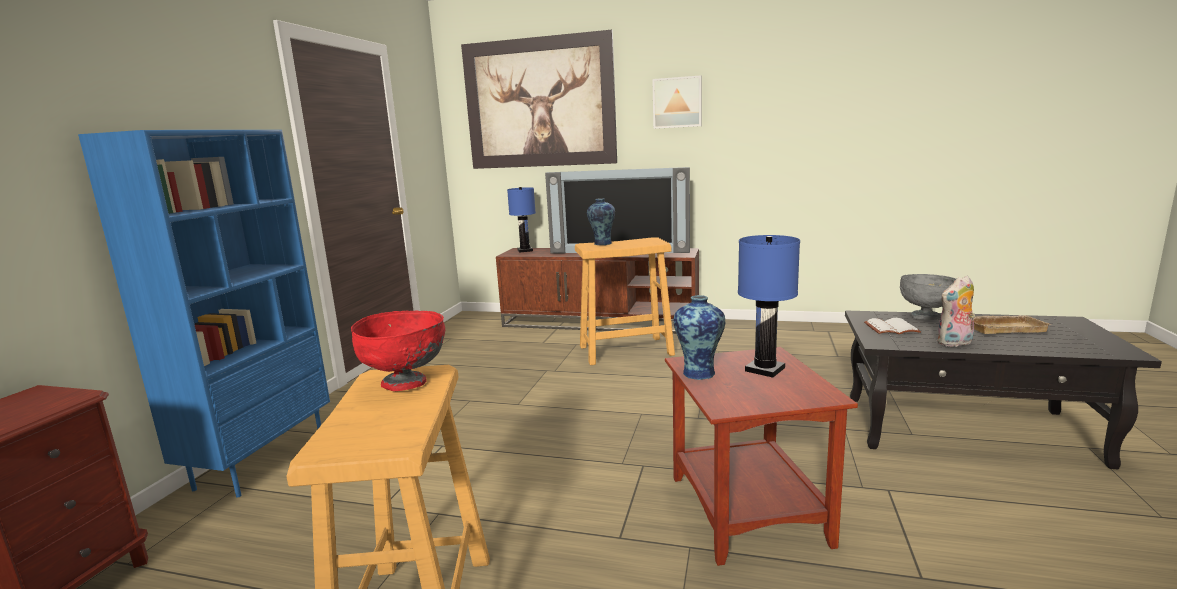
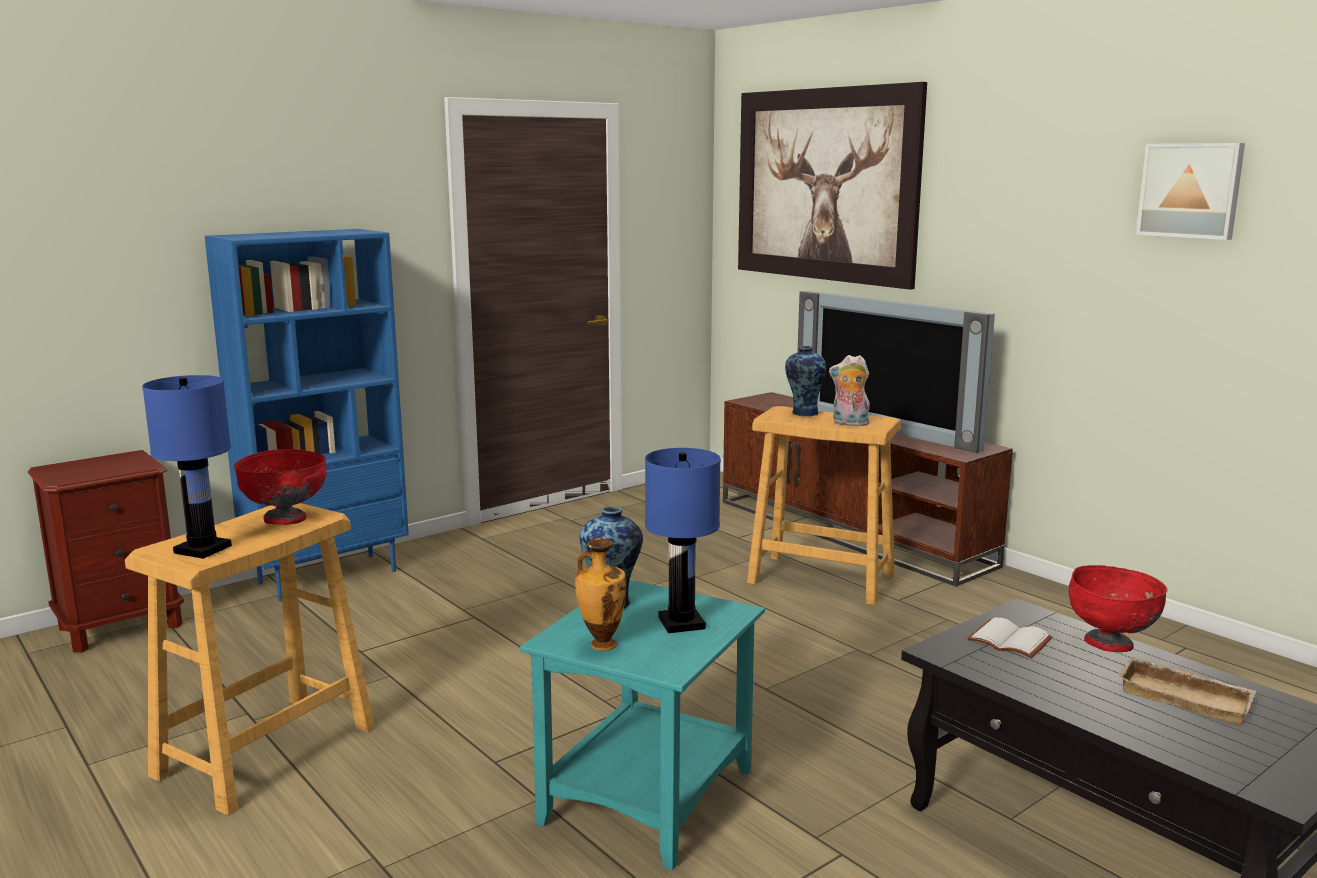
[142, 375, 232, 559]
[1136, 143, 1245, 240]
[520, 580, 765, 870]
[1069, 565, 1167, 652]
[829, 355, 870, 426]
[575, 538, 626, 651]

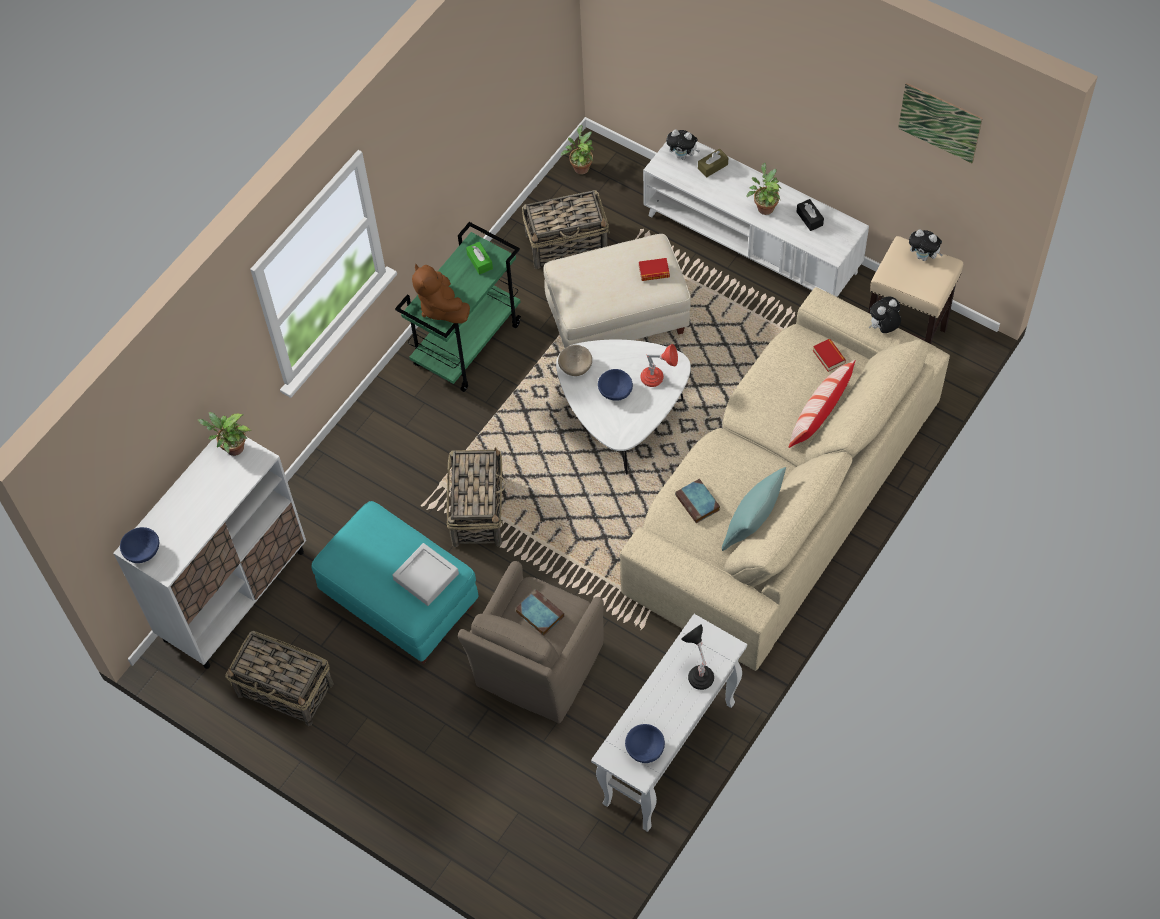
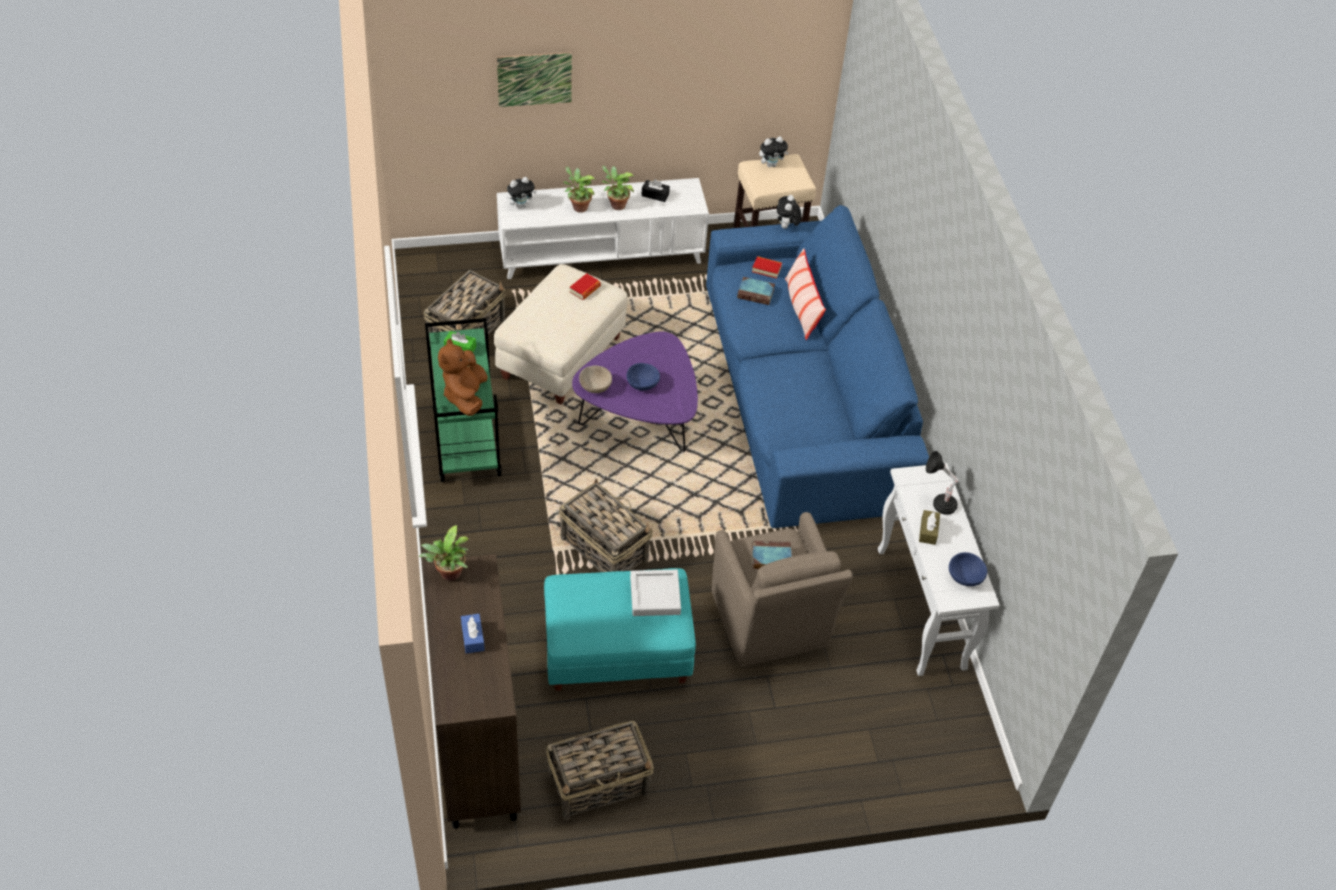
[422, 554, 521, 829]
[120, 527, 159, 563] (first image)
[438, 338, 488, 416]
[572, 331, 698, 452]
[563, 167, 596, 213]
[706, 205, 929, 528]
[641, 344, 678, 387] (first image)
[737, 277, 775, 305]
[919, 510, 940, 545]
[722, 467, 786, 551] (first image)
[497, 52, 572, 107]
[461, 614, 485, 654]

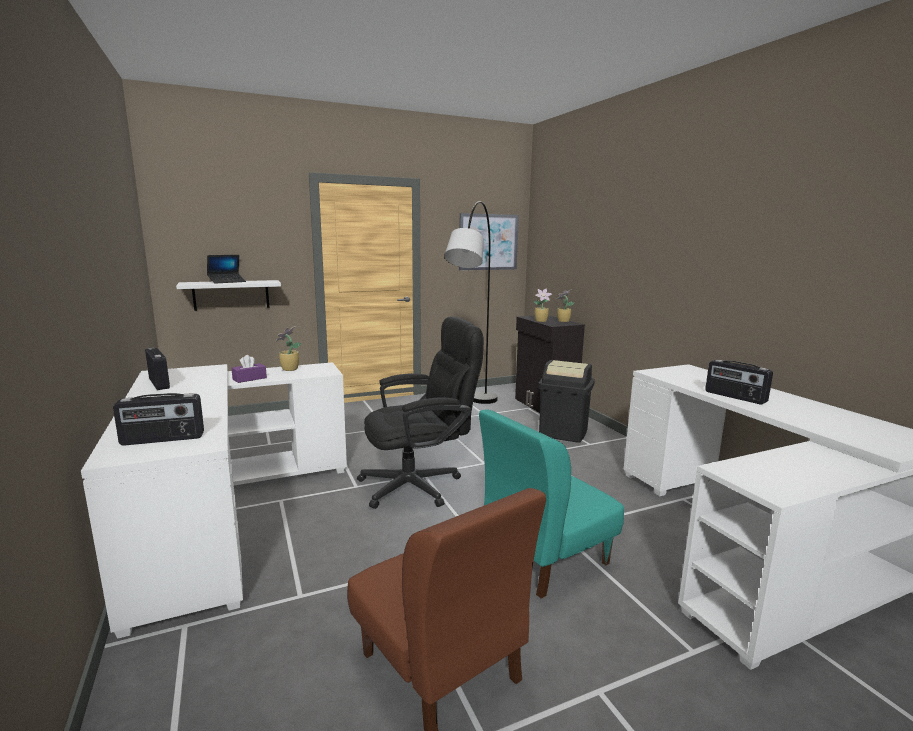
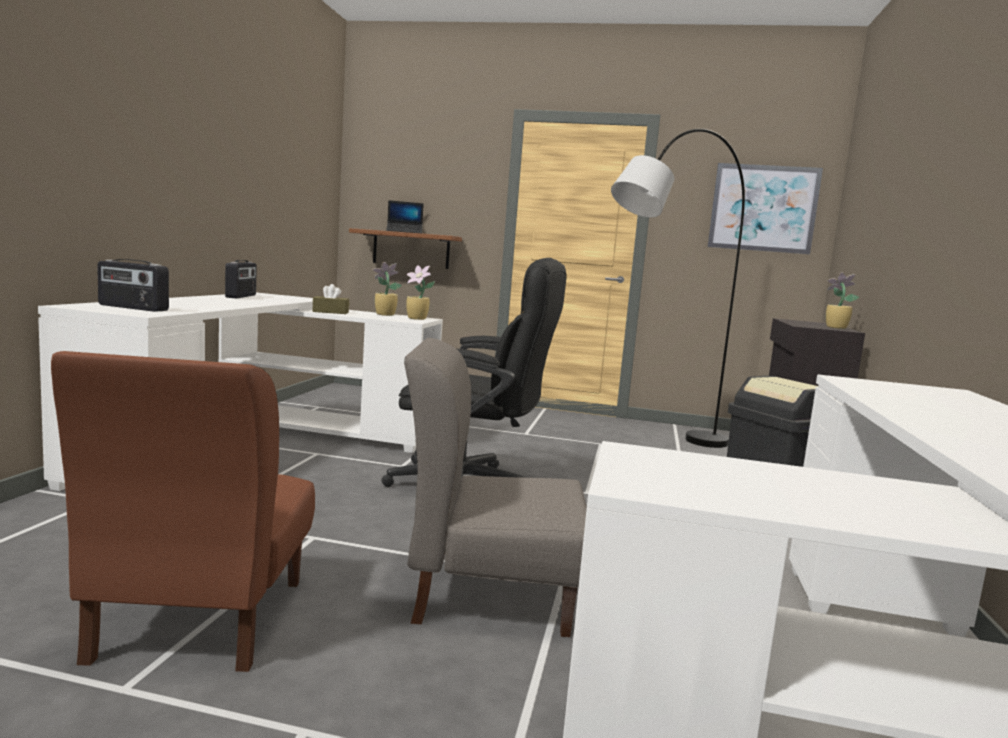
[349, 228, 462, 269]
[313, 284, 349, 314]
[404, 338, 587, 637]
[406, 265, 435, 320]
[705, 360, 773, 404] (first image)

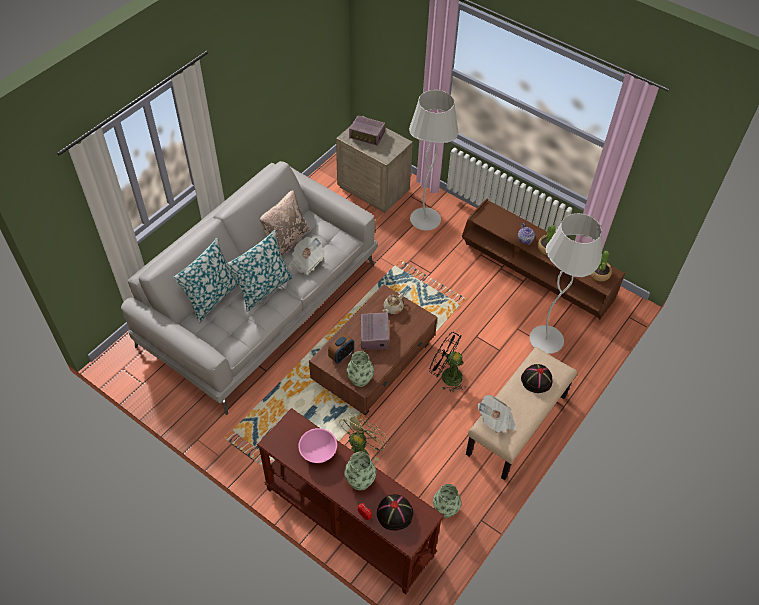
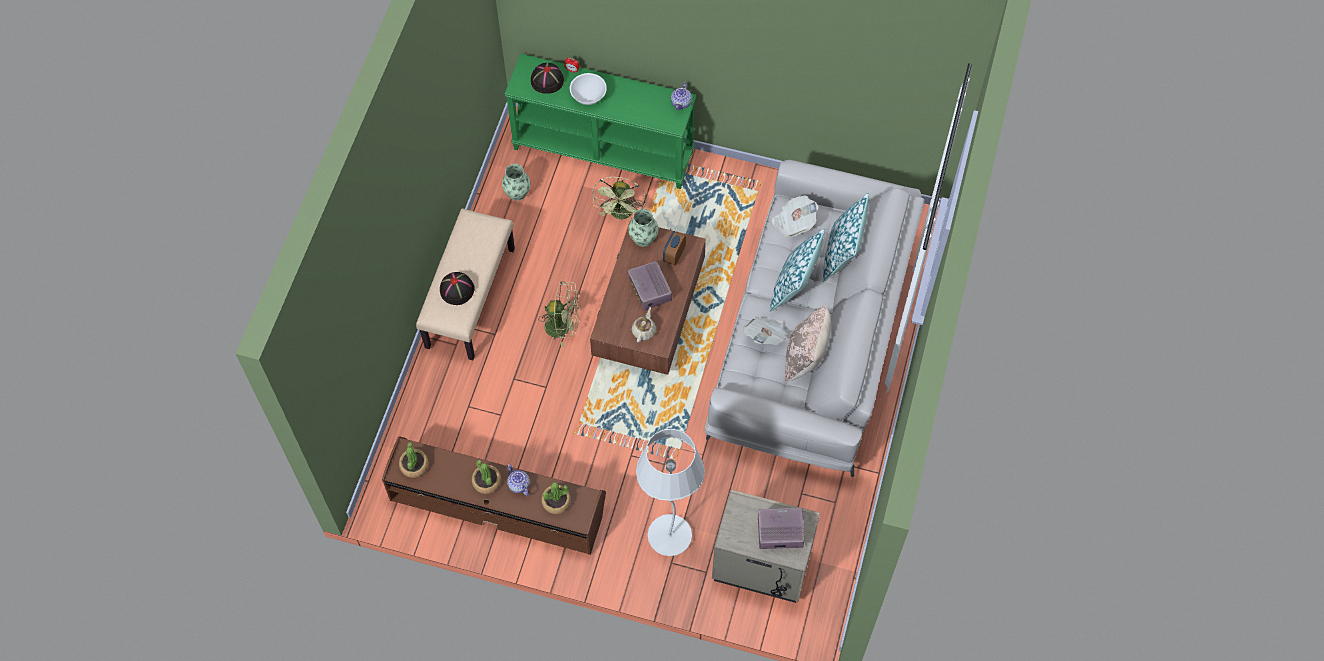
[505, 54, 696, 189]
[298, 428, 337, 463] (first image)
[570, 73, 607, 105]
[538, 281, 581, 347]
[772, 195, 819, 238]
[529, 213, 602, 354] (first image)
[541, 482, 571, 514]
[671, 82, 692, 110]

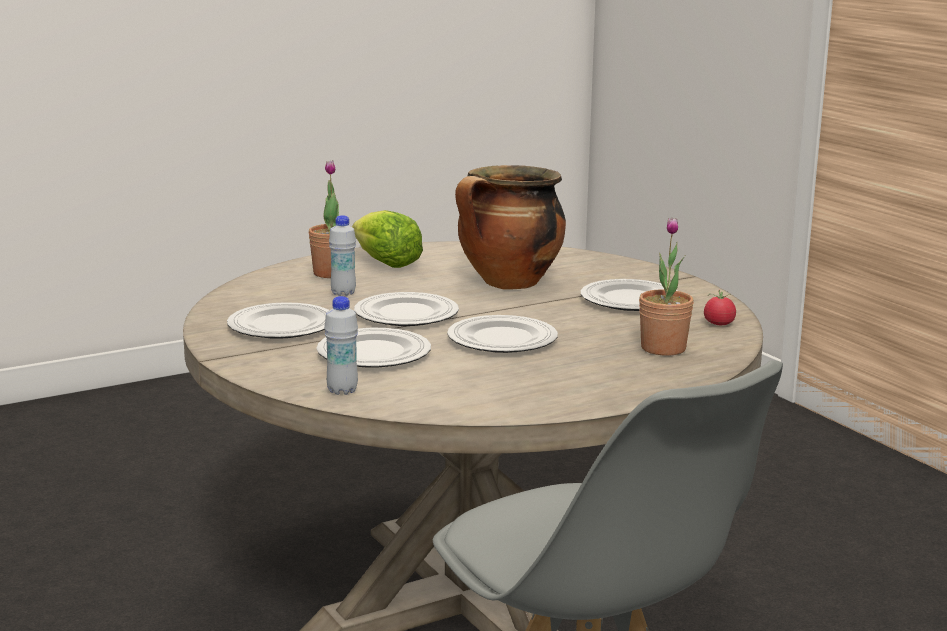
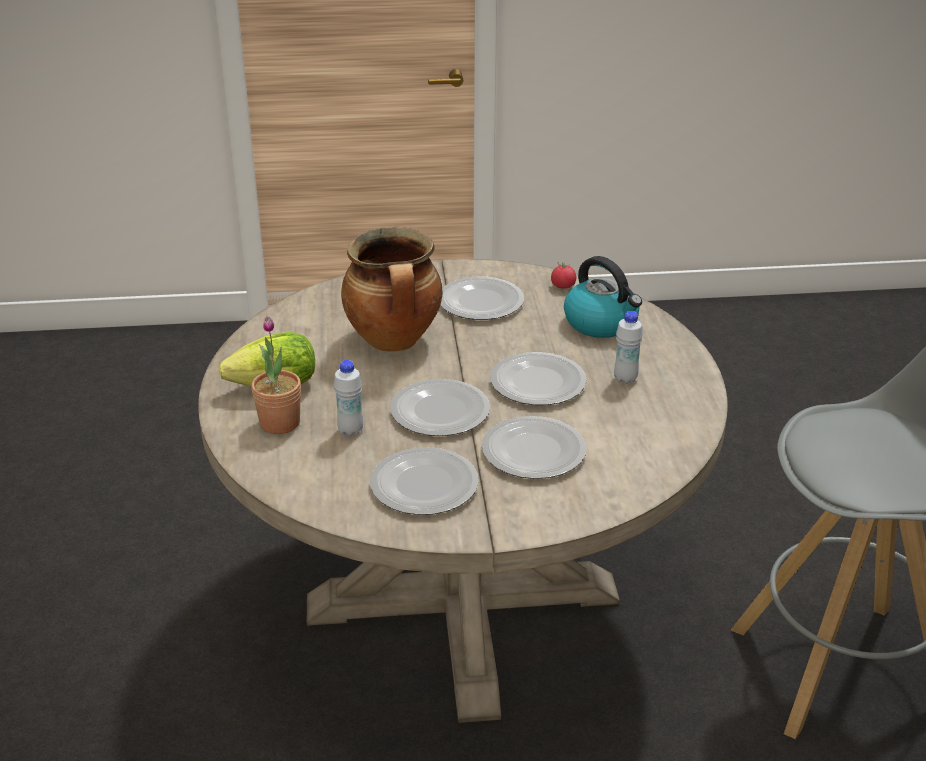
[614, 311, 643, 384]
[564, 256, 642, 338]

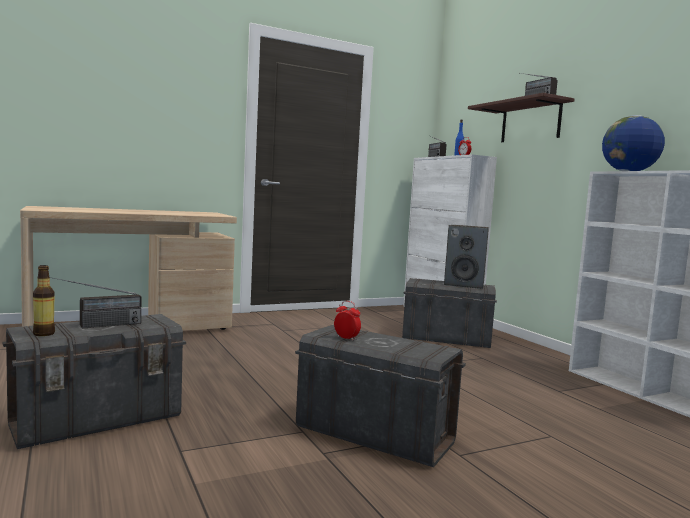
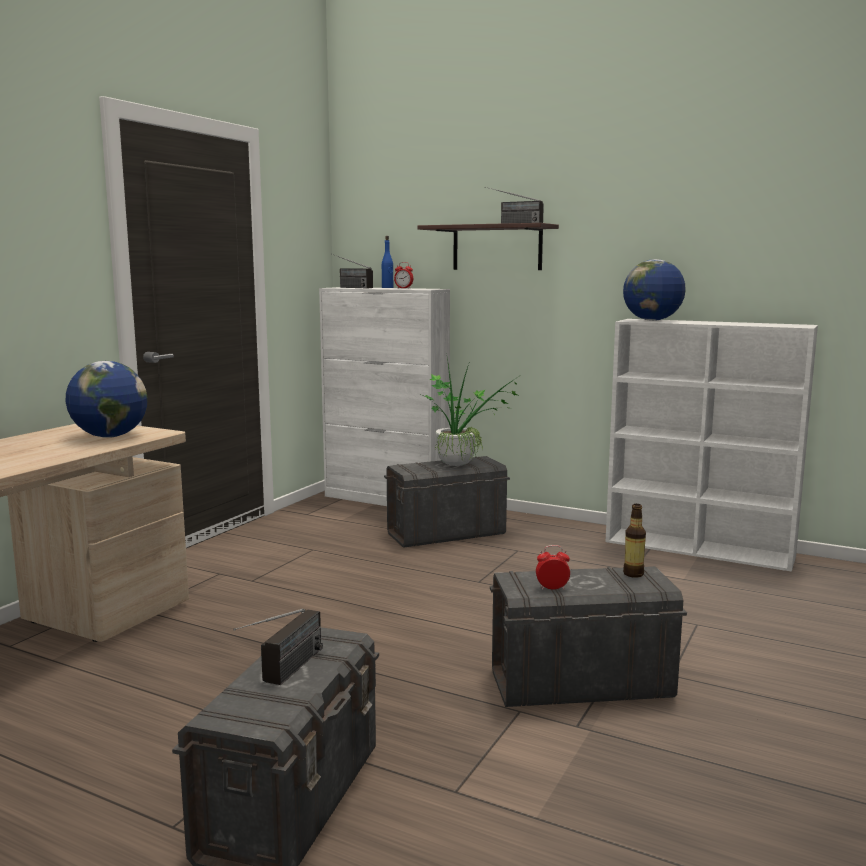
[623, 504, 646, 578]
[424, 352, 518, 466]
[66, 361, 148, 438]

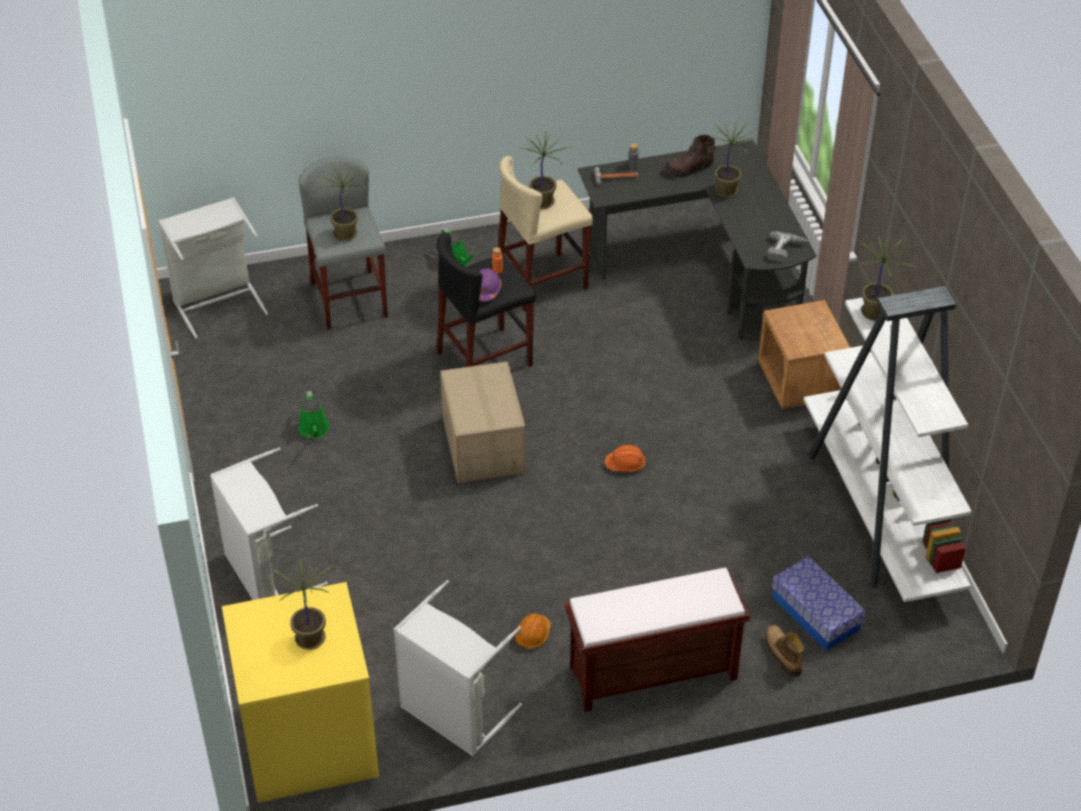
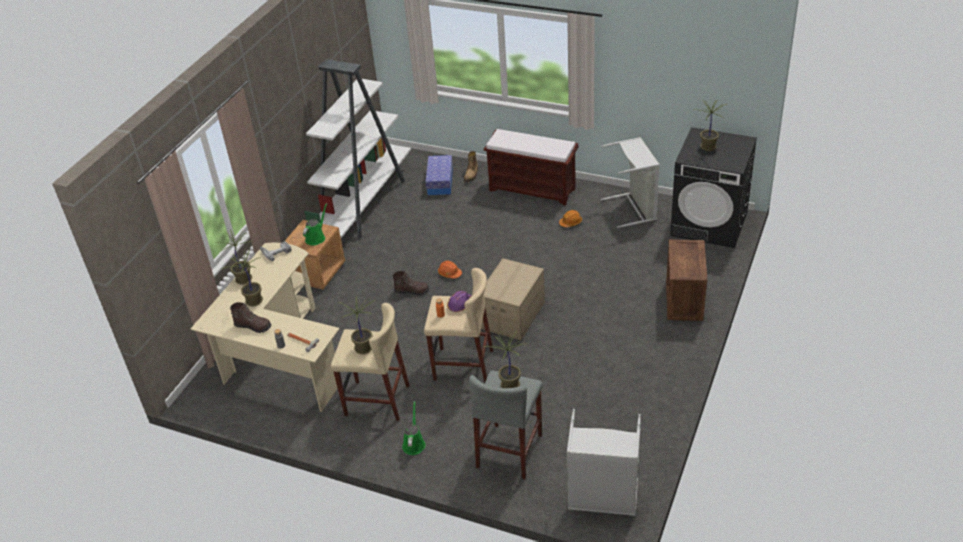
[666, 239, 708, 321]
[670, 127, 757, 248]
[303, 203, 327, 246]
[424, 268, 493, 382]
[191, 243, 340, 412]
[215, 230, 254, 285]
[393, 271, 429, 296]

